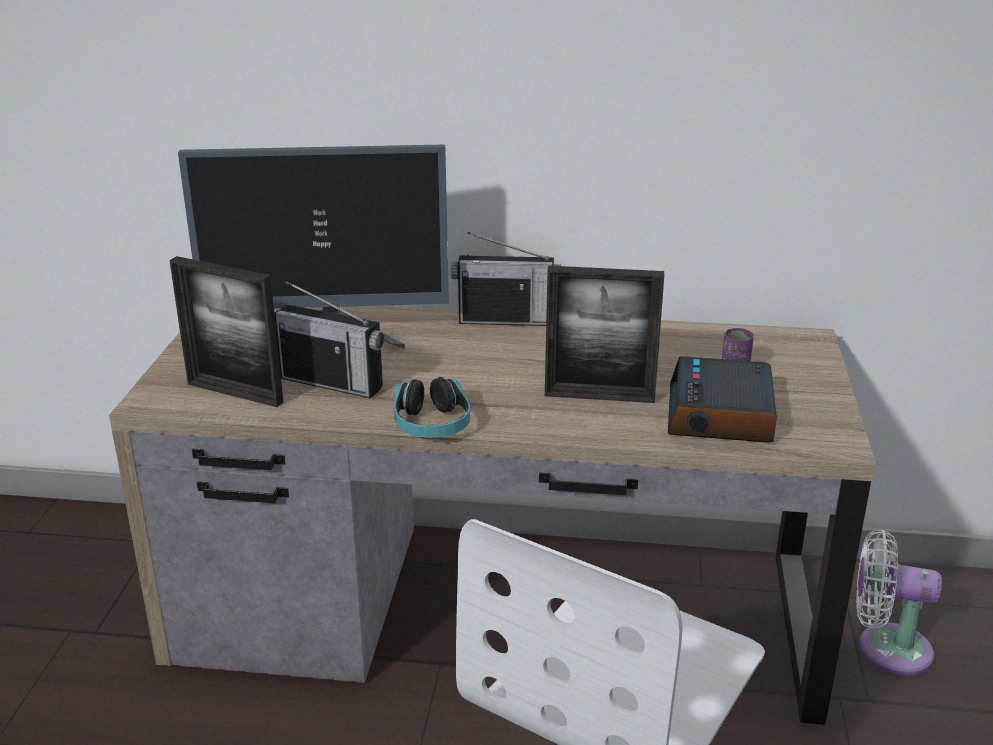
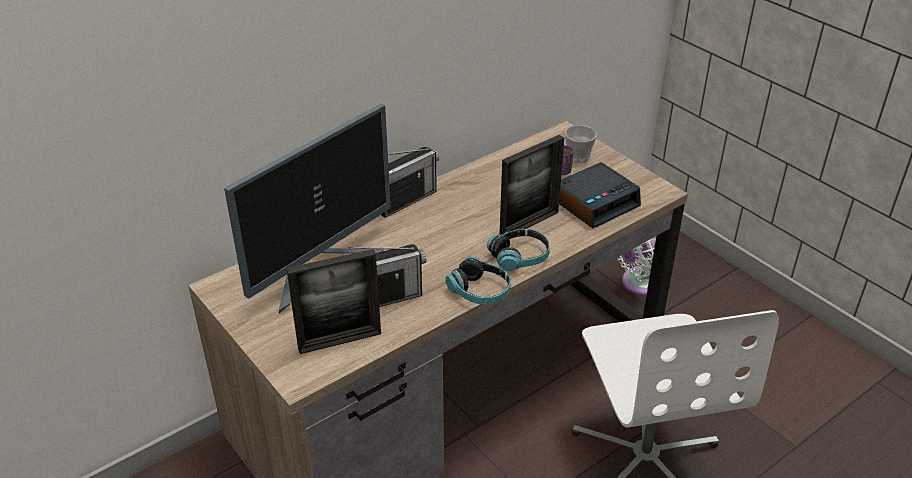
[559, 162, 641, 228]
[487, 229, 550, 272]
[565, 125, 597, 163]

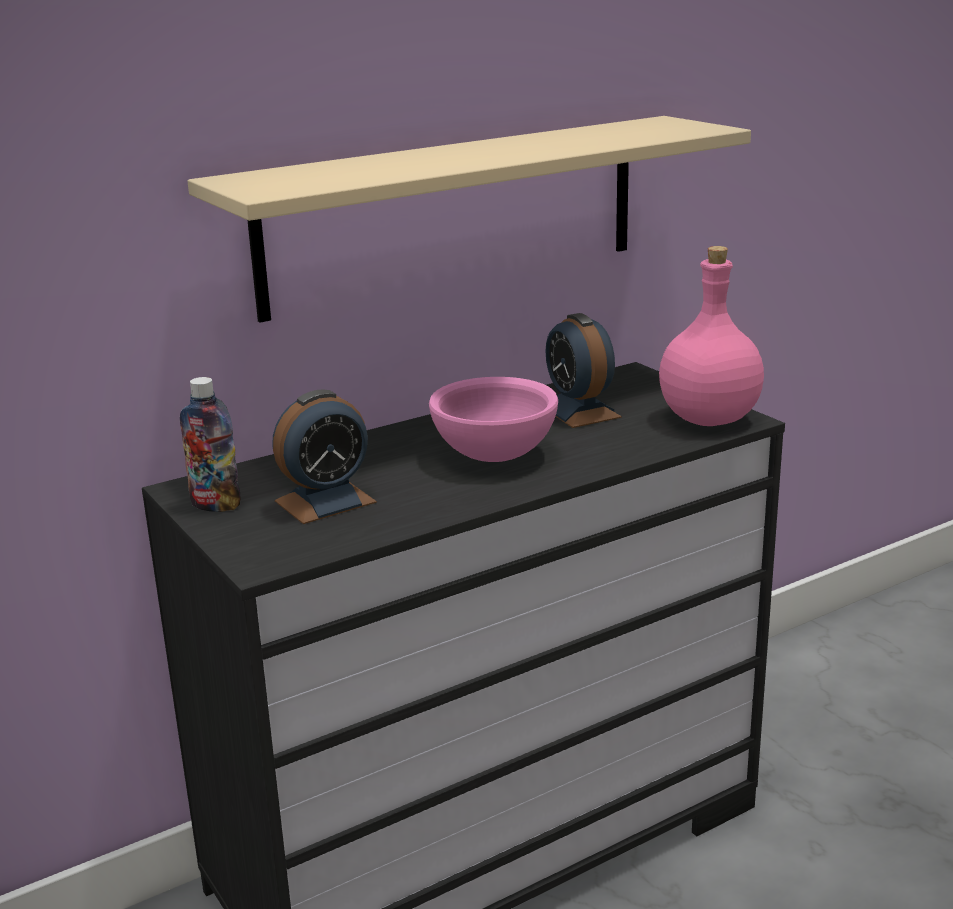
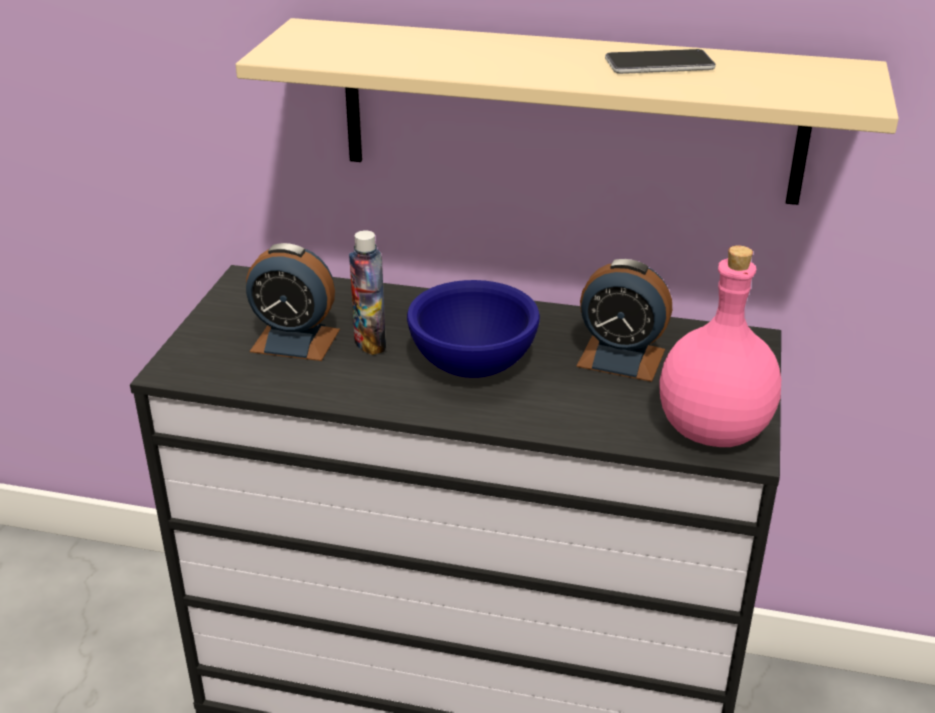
[349, 231, 386, 355]
[407, 280, 540, 378]
[576, 259, 672, 382]
[605, 49, 716, 74]

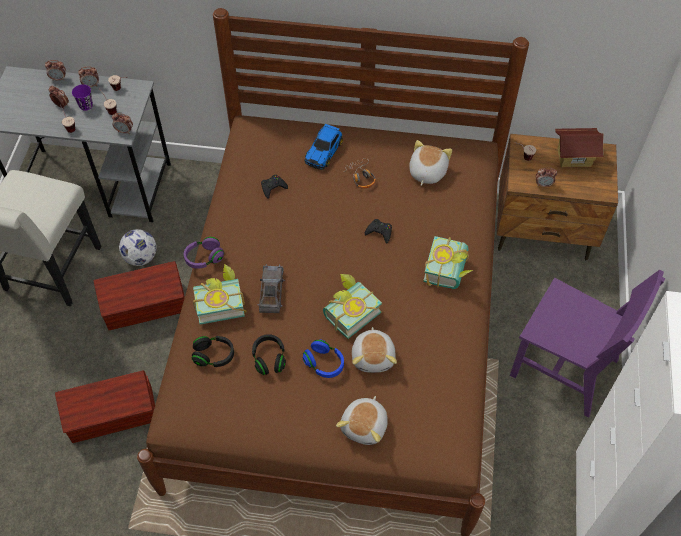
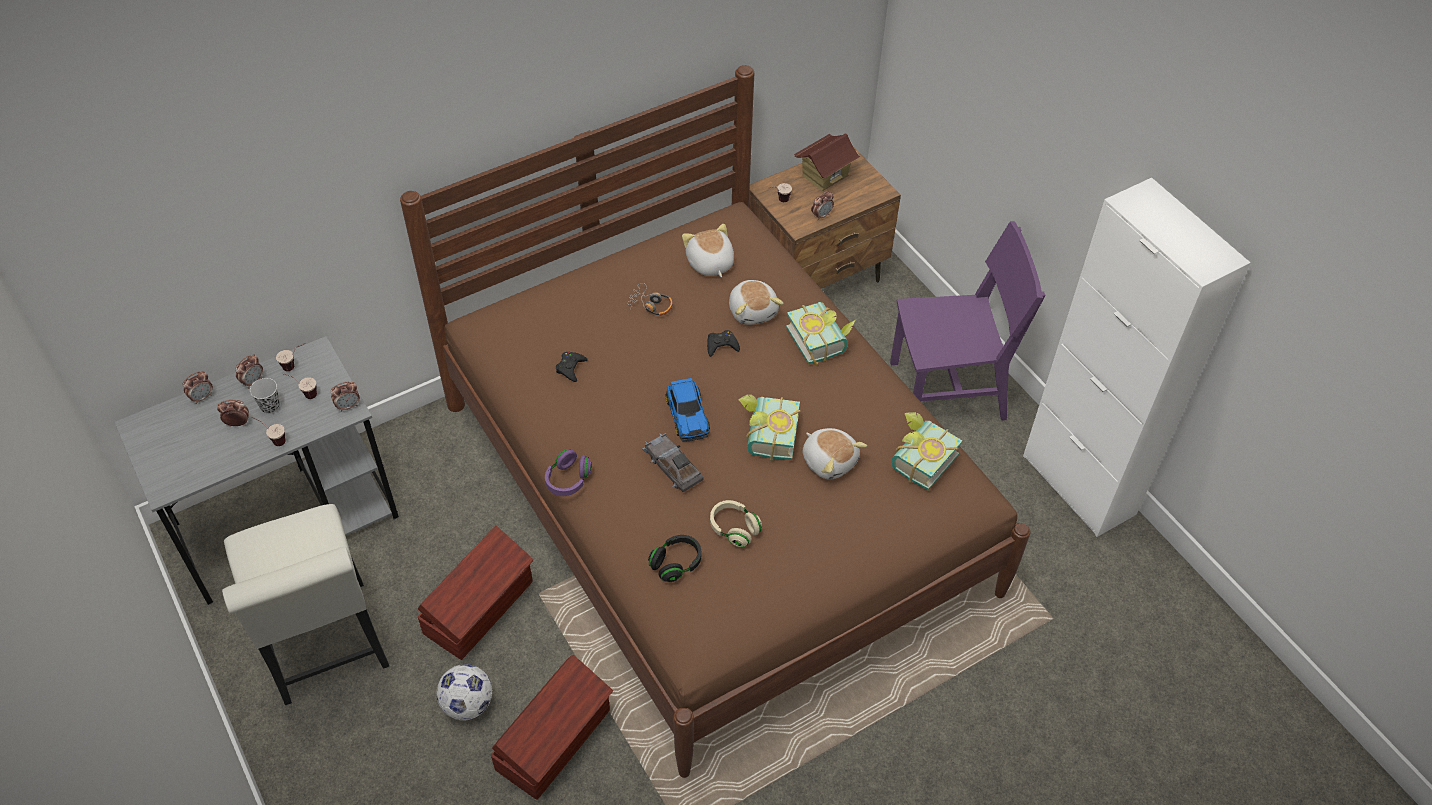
[250, 378, 280, 414]
[436, 664, 492, 721]
[891, 412, 962, 490]
[710, 500, 762, 547]
[302, 340, 344, 378] (first image)
[665, 378, 710, 441]
[729, 280, 783, 325]

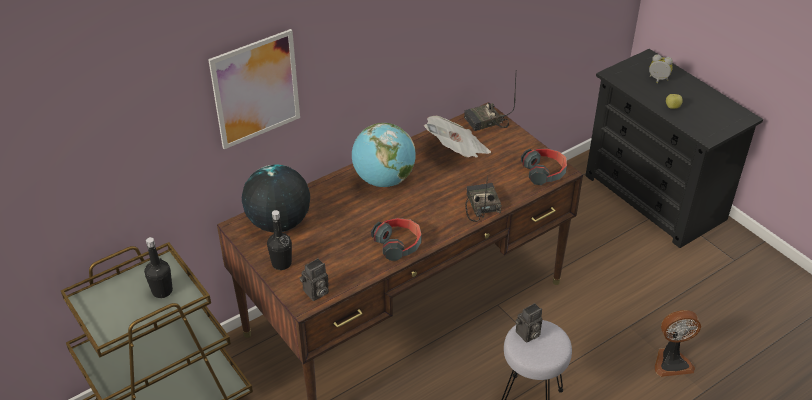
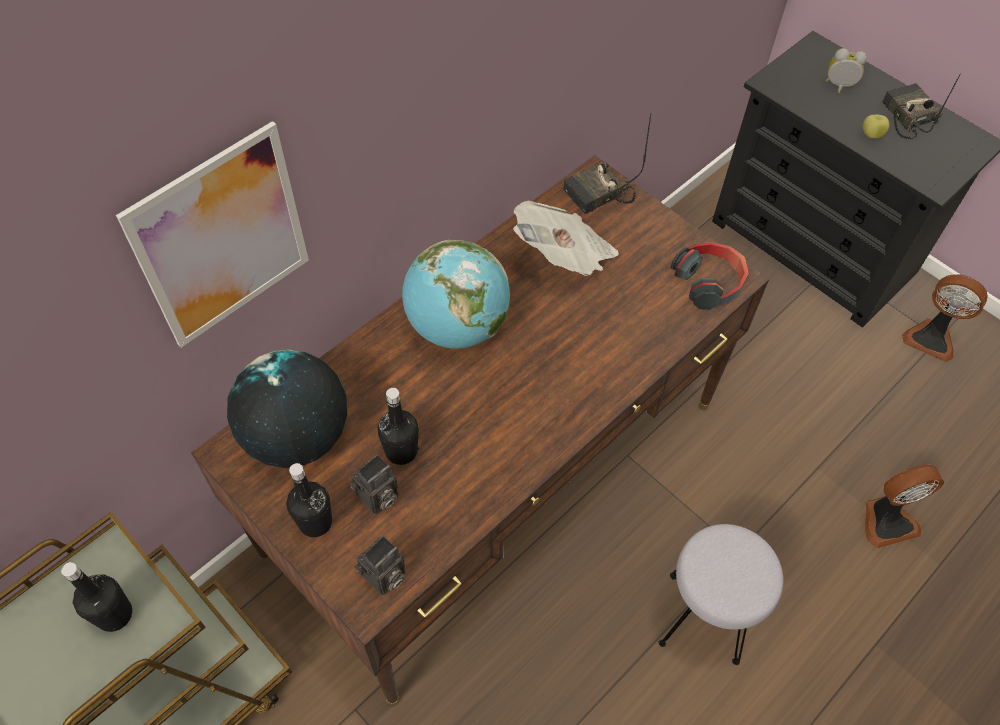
[371, 218, 421, 261] (first image)
[882, 73, 961, 139]
[349, 455, 398, 514]
[378, 388, 419, 465]
[902, 274, 988, 362]

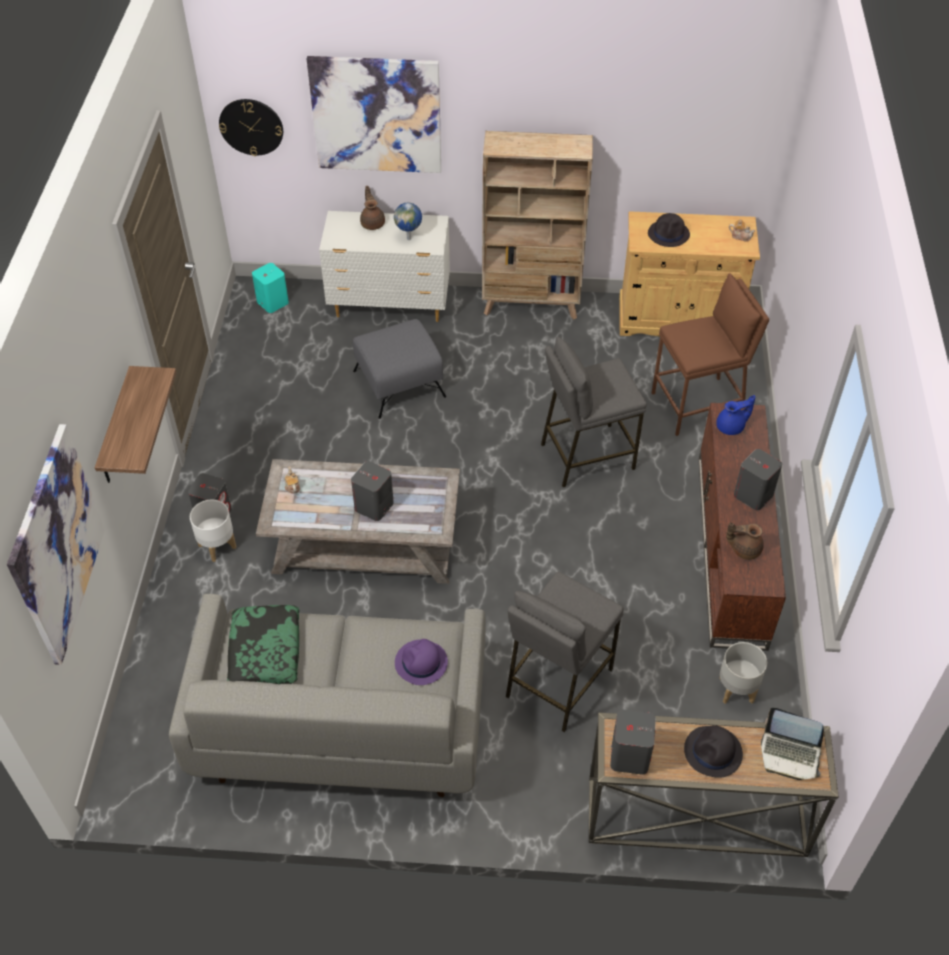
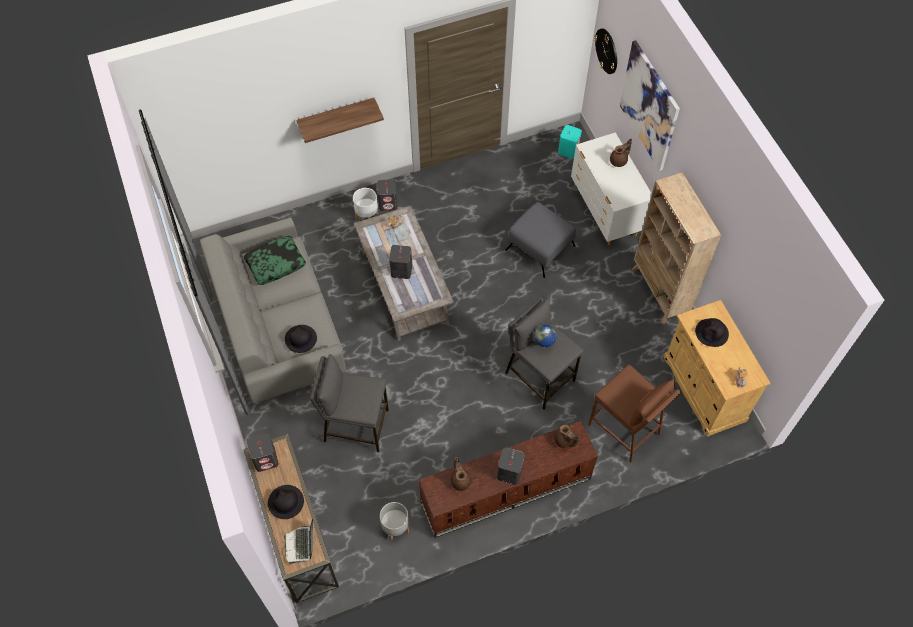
[7, 424, 105, 665] (first image)
[534, 325, 557, 348]
[285, 325, 317, 353]
[554, 425, 579, 448]

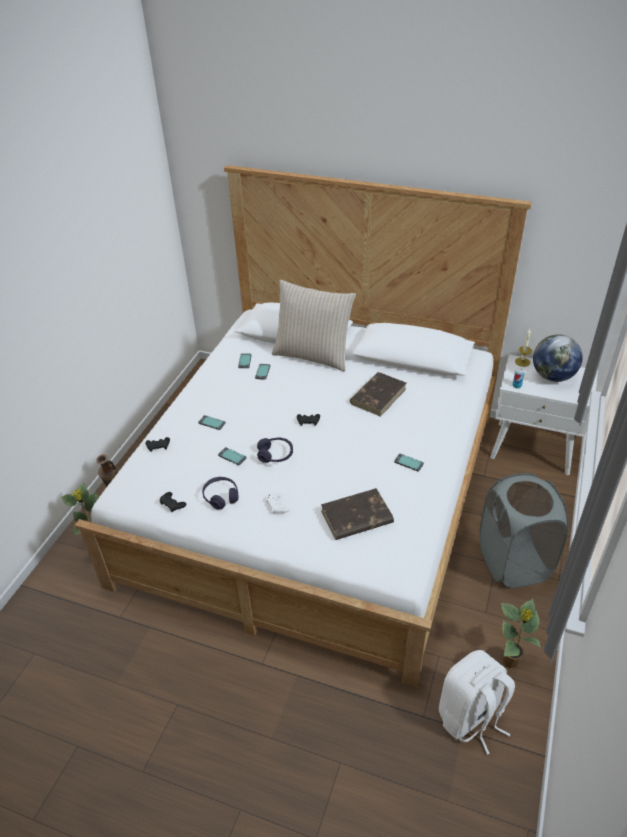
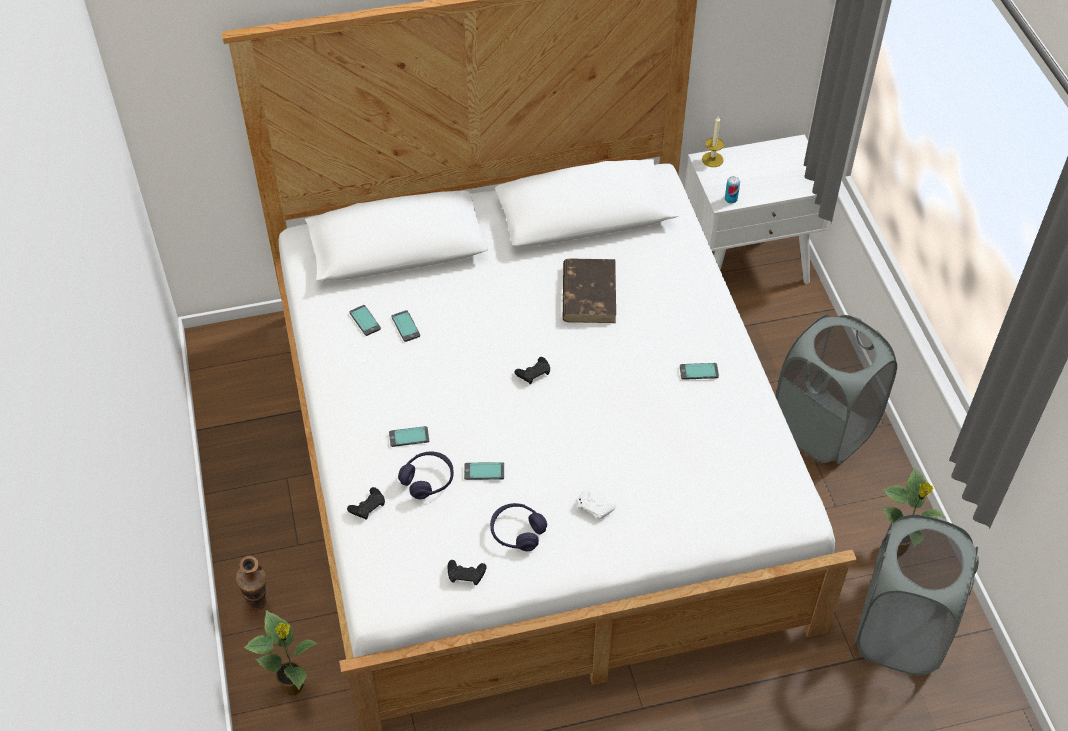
[398, 452, 454, 499]
[272, 280, 356, 372] (first image)
[321, 488, 394, 540] (first image)
[855, 514, 979, 676]
[533, 334, 583, 382] (first image)

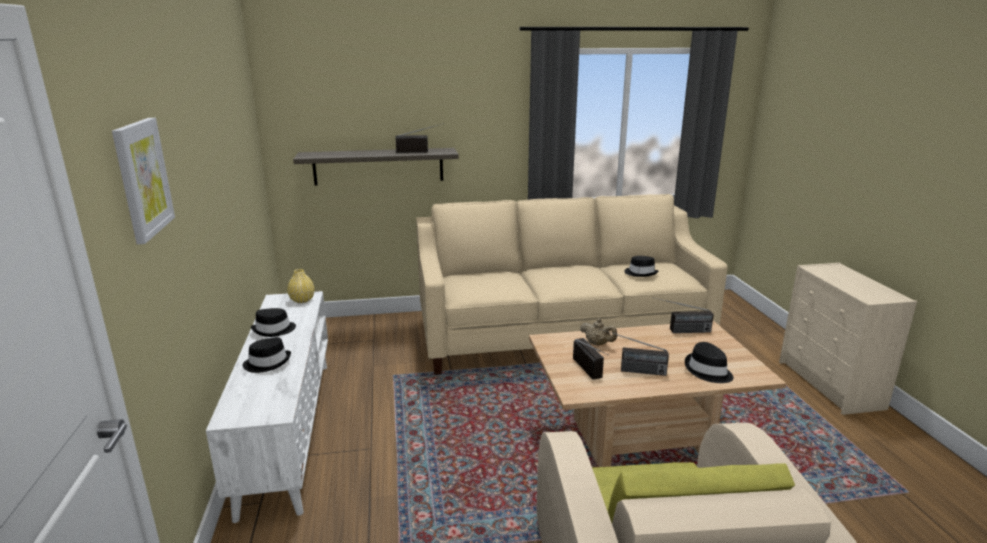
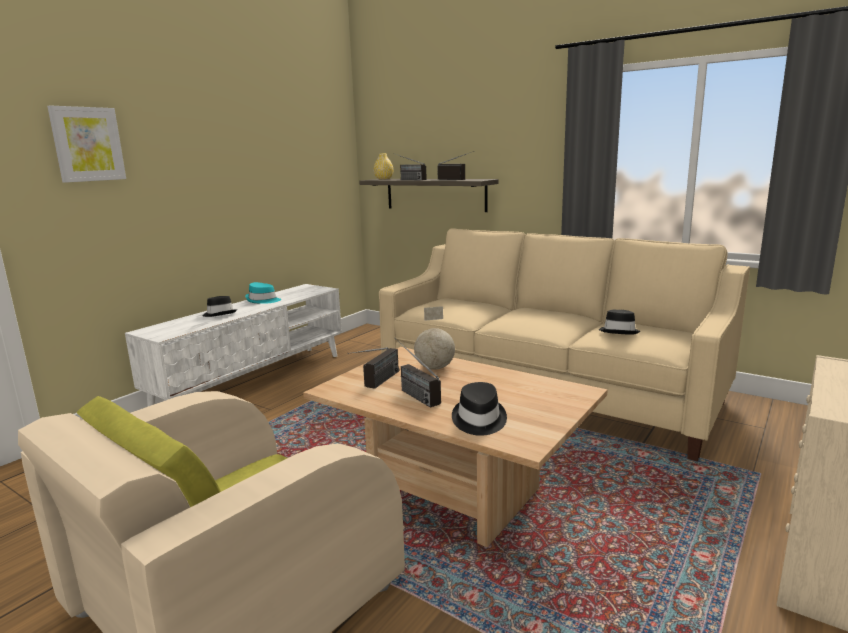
[245, 282, 281, 304]
[373, 153, 393, 179]
[414, 306, 455, 370]
[393, 153, 427, 180]

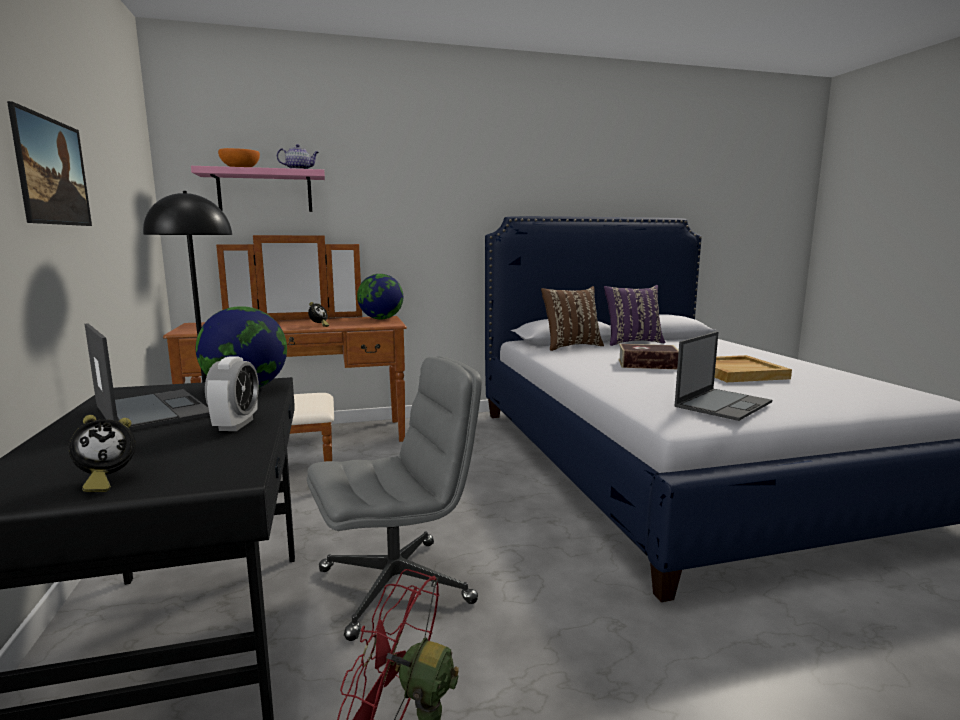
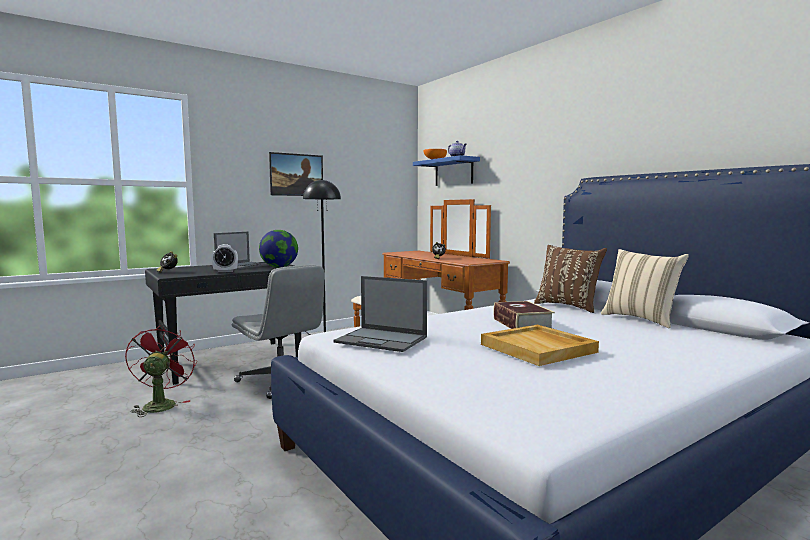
[413, 155, 480, 186]
[357, 274, 403, 319] (first image)
[601, 249, 689, 328]

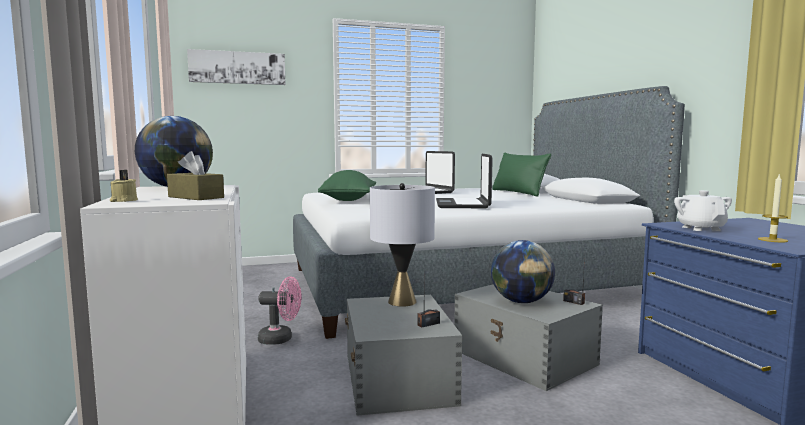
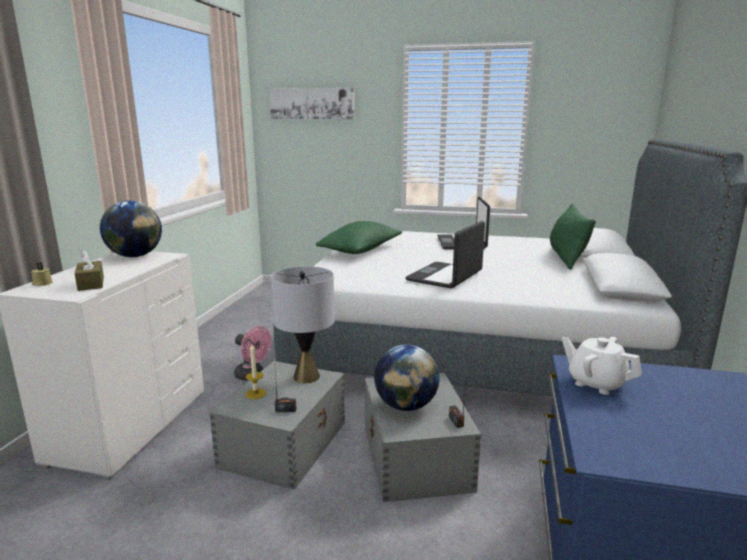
[562, 337, 642, 395]
[245, 344, 266, 399]

